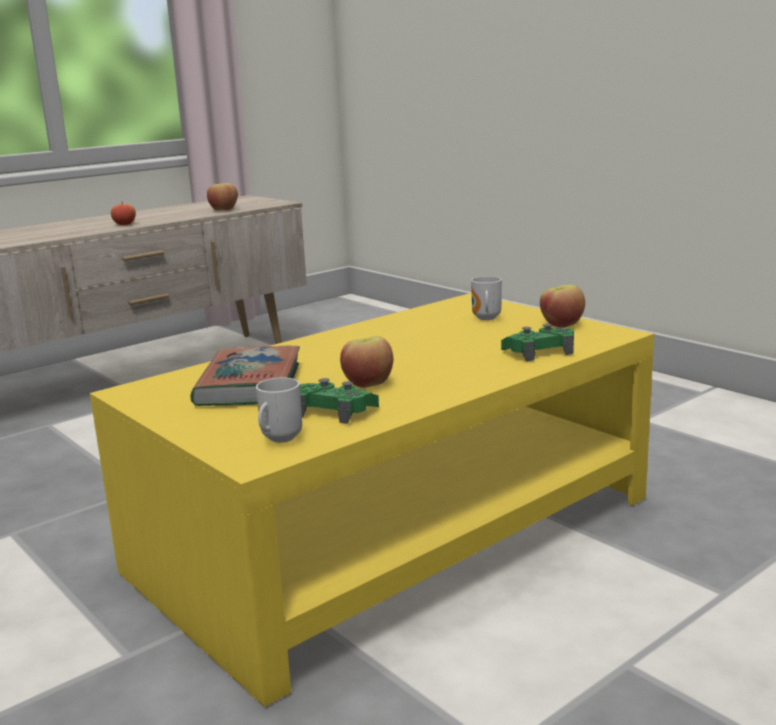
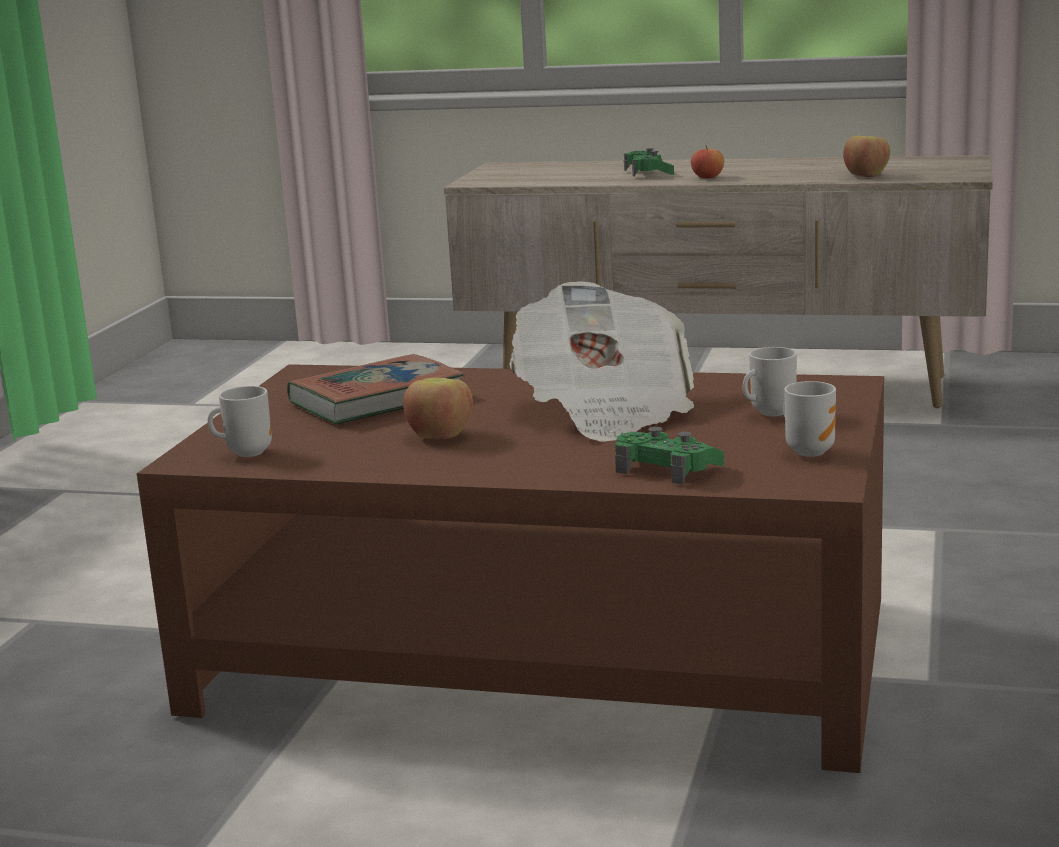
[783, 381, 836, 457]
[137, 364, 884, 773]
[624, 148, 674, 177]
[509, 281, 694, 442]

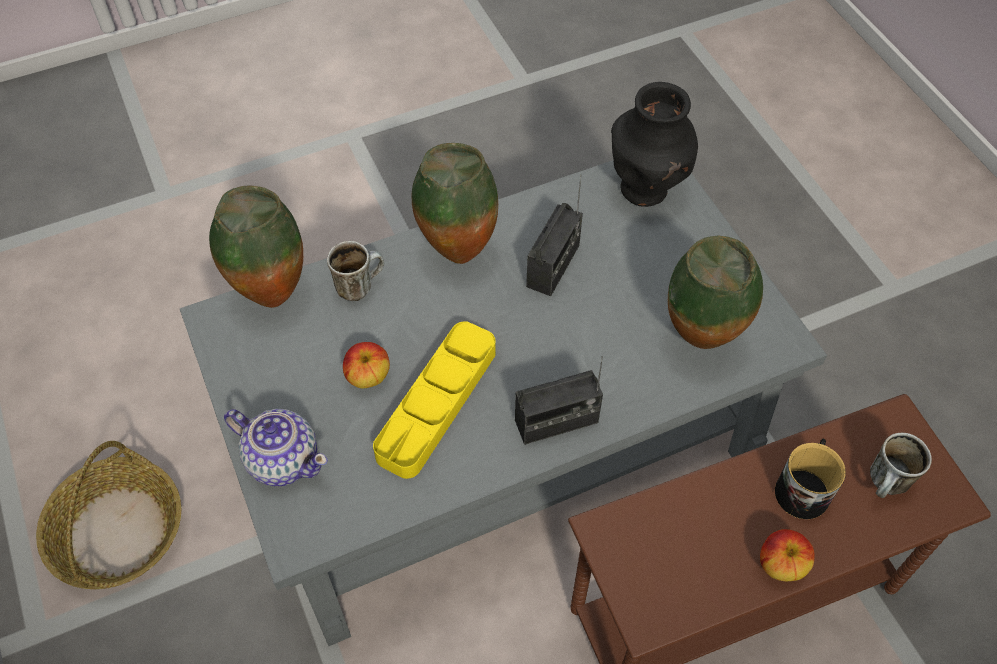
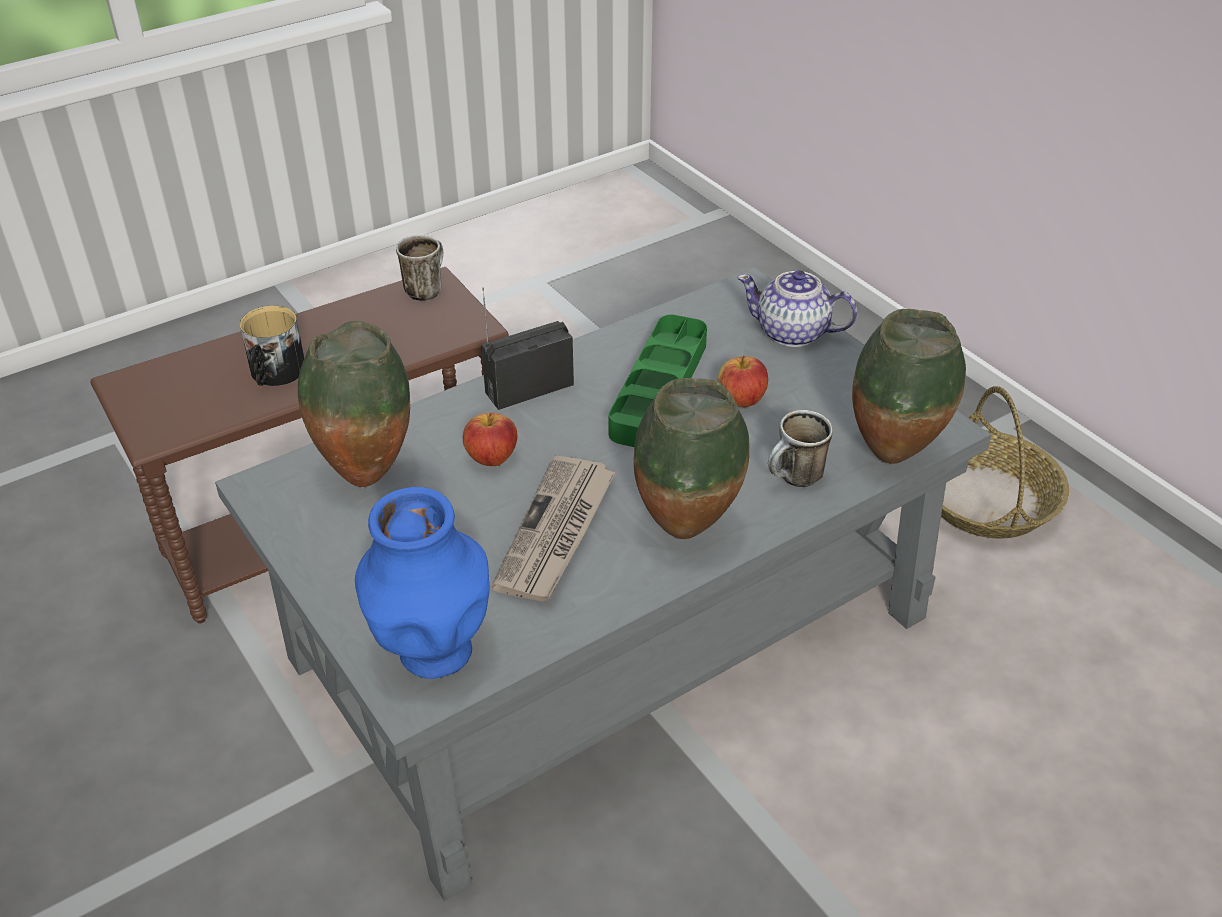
[355, 487, 490, 679]
[491, 455, 615, 601]
[609, 314, 707, 447]
[396, 235, 443, 301]
[463, 412, 517, 466]

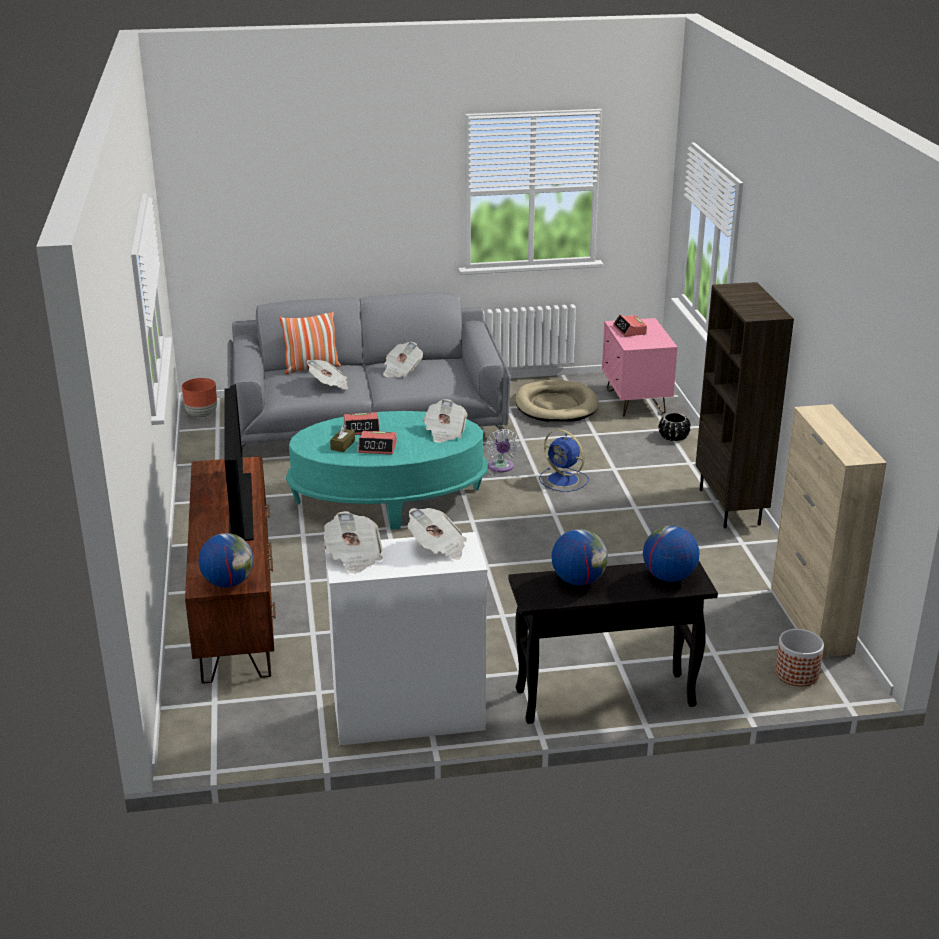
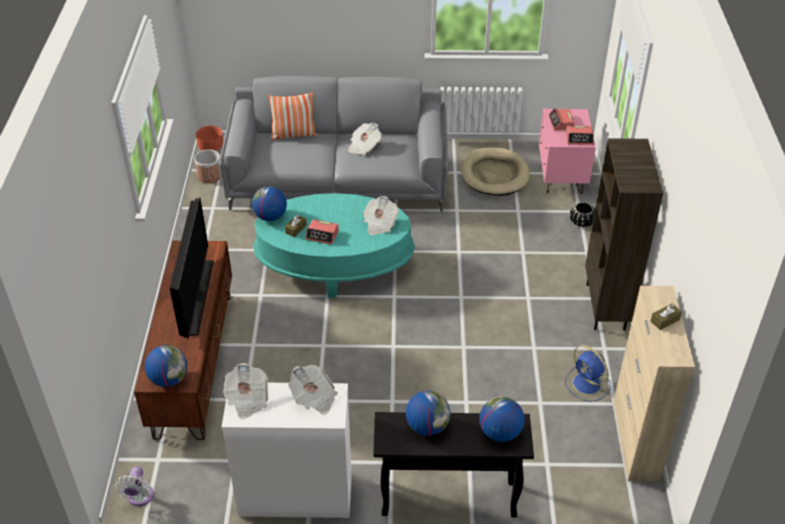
[307, 360, 348, 389] (first image)
[566, 126, 594, 145]
[114, 467, 154, 506]
[565, 345, 611, 402]
[194, 149, 221, 183]
[252, 186, 287, 221]
[651, 303, 682, 330]

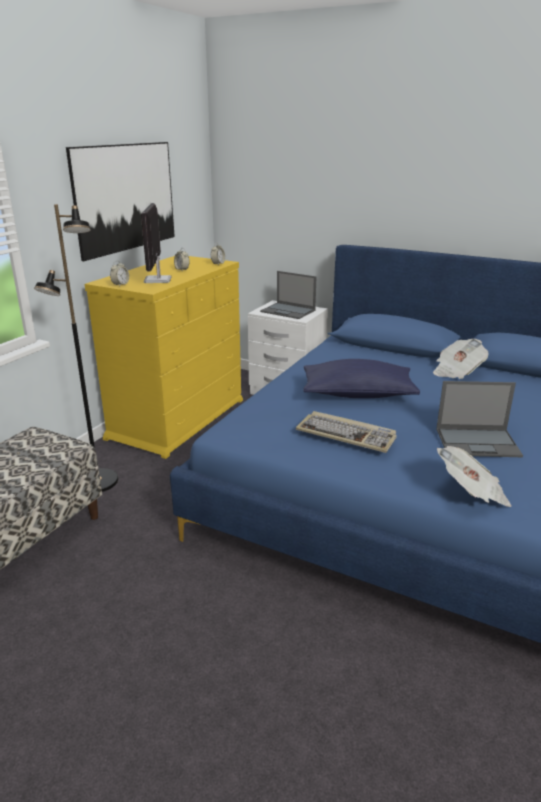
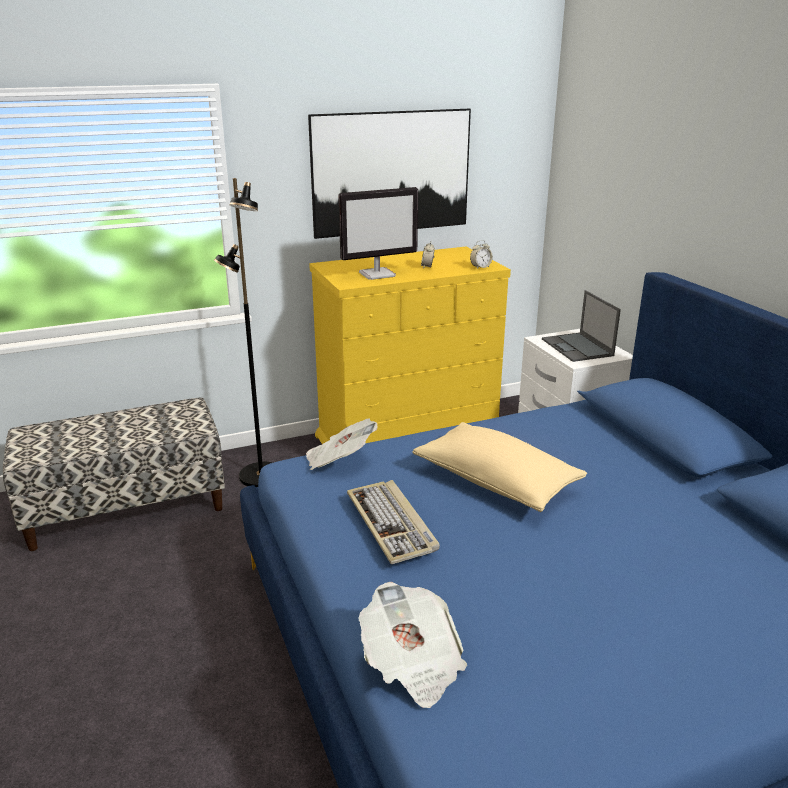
[338, 187, 418, 280]
[110, 261, 129, 287] (first image)
[306, 418, 378, 470]
[412, 422, 587, 512]
[436, 381, 523, 457] (first image)

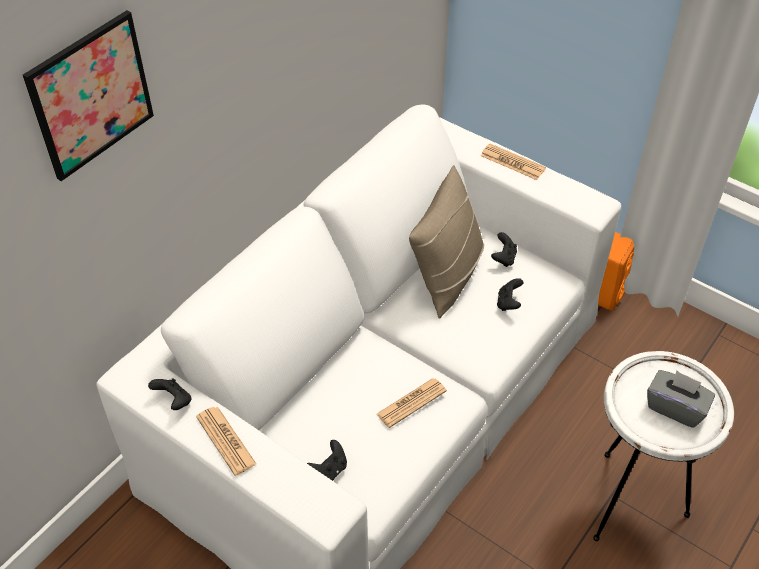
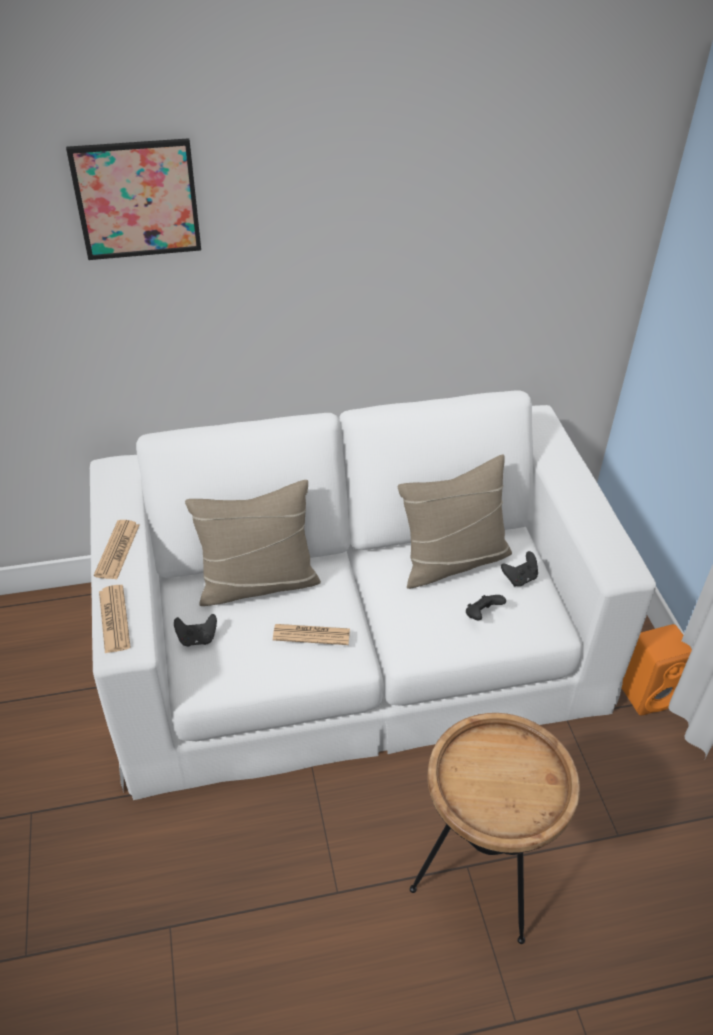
[99, 585, 131, 653]
[410, 713, 580, 944]
[647, 370, 715, 428] (first image)
[148, 378, 192, 410] (first image)
[185, 480, 321, 606]

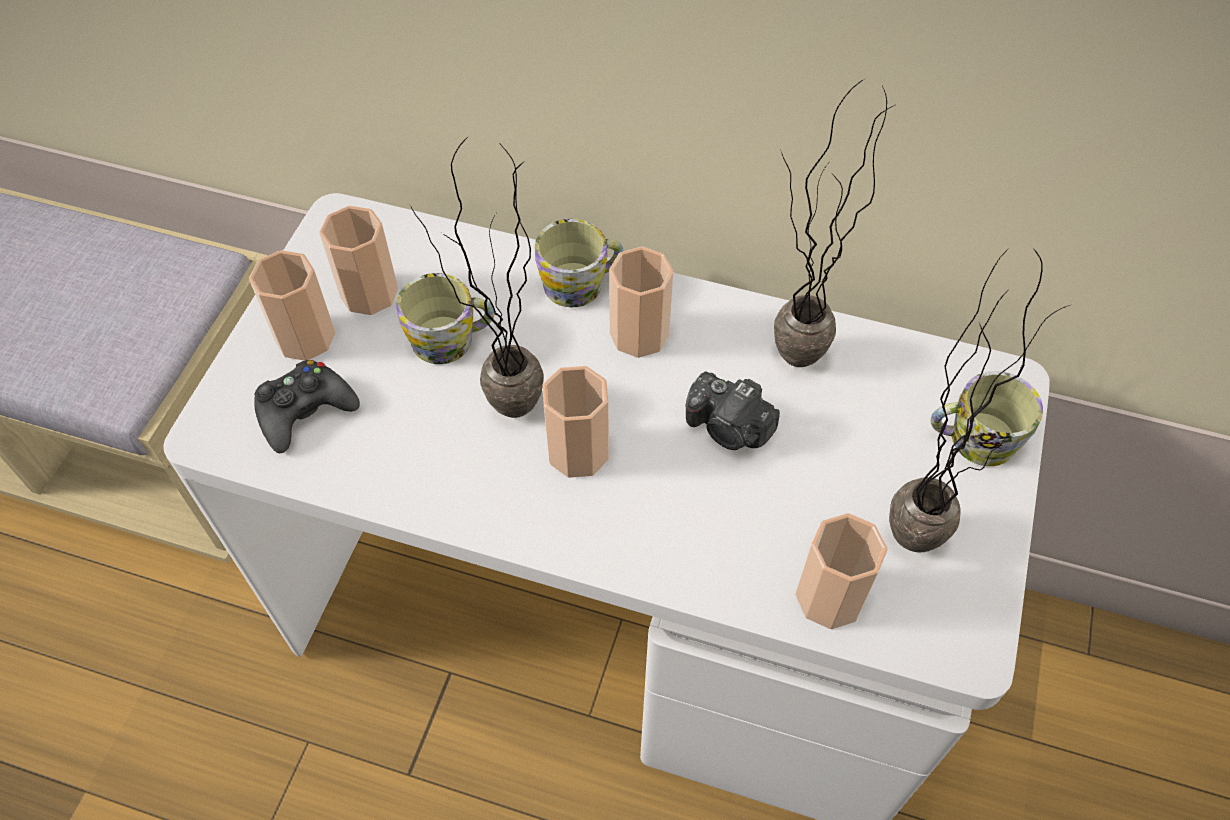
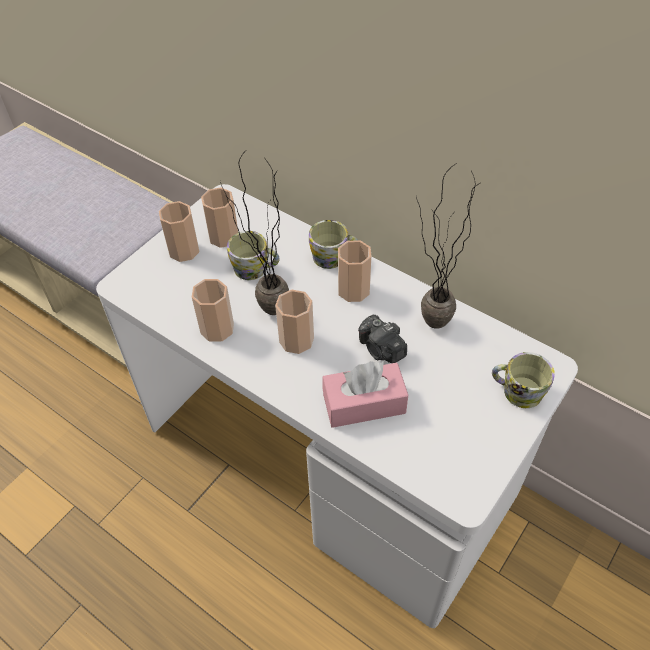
[889, 248, 1070, 552] (first image)
[254, 360, 360, 453] (first image)
[192, 279, 234, 341]
[323, 361, 408, 428]

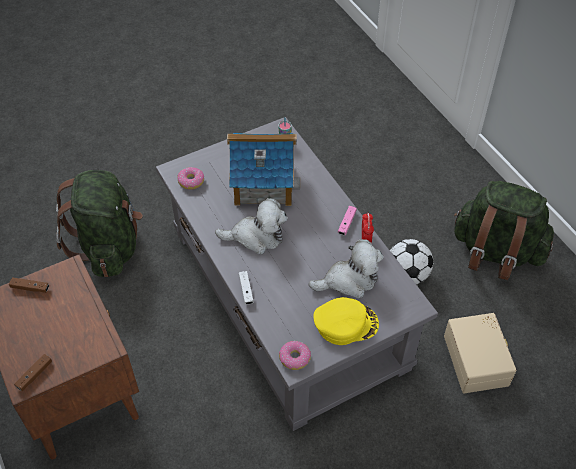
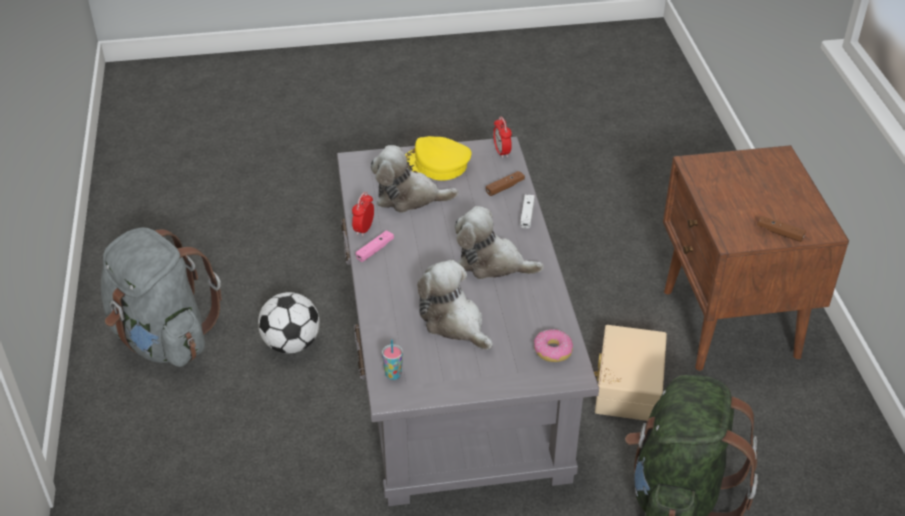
[417, 260, 493, 350]
[101, 227, 222, 367]
[594, 325, 667, 421]
[493, 116, 512, 158]
[486, 171, 525, 196]

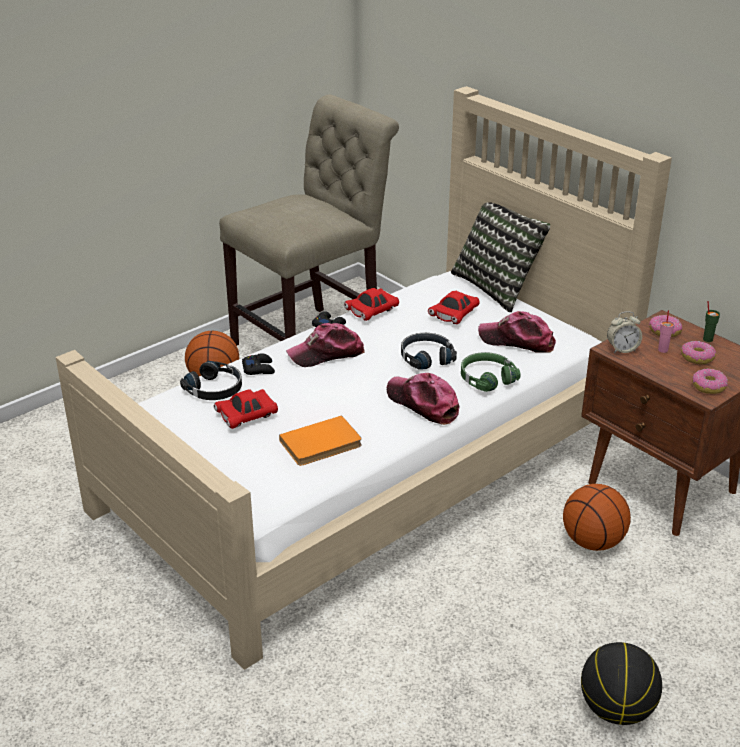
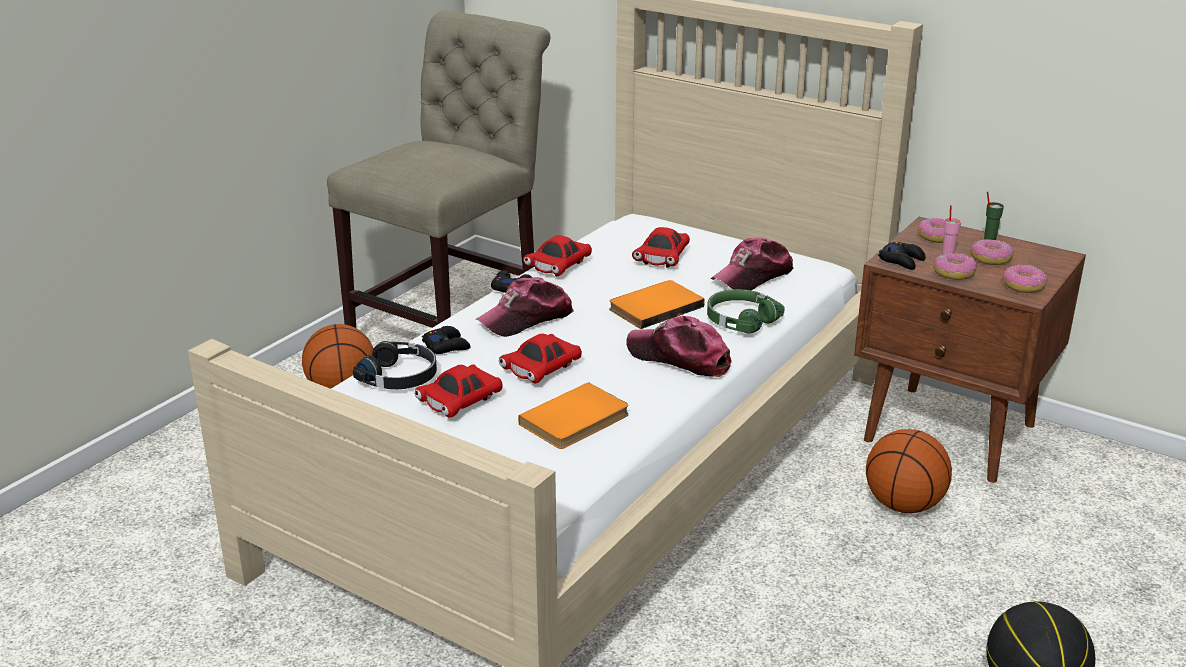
[451, 202, 550, 312] (first image)
[711, 237, 794, 290]
[878, 242, 926, 270]
[609, 280, 705, 329]
[934, 253, 977, 280]
[499, 334, 582, 383]

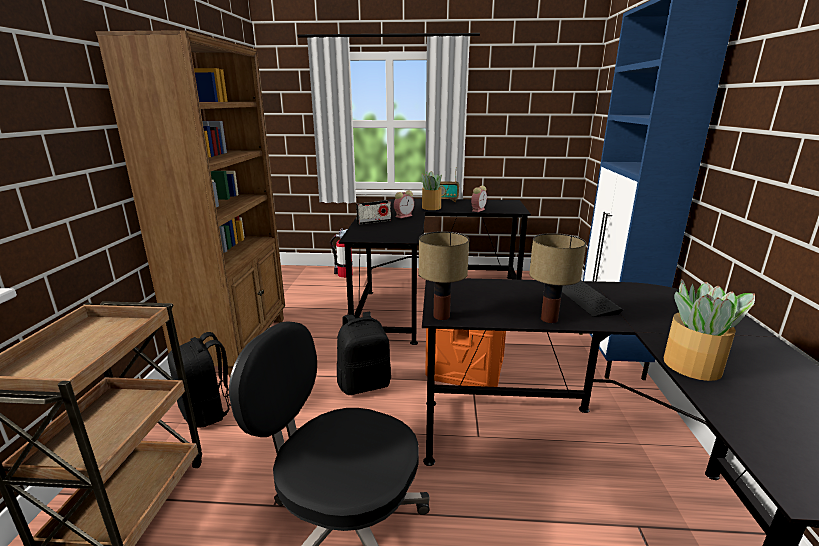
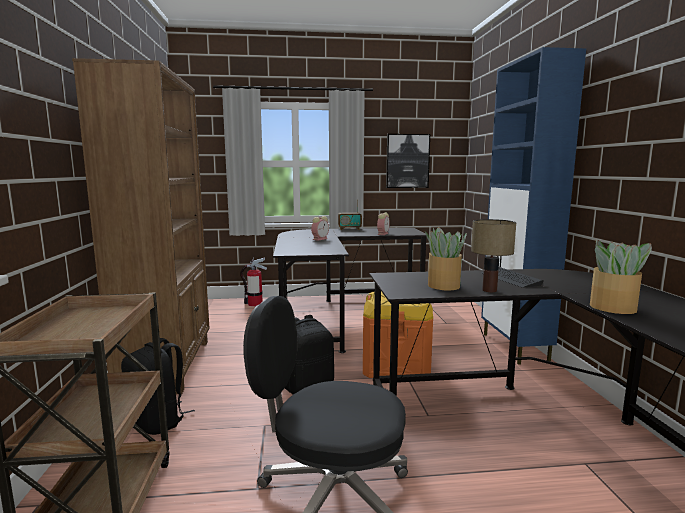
[425, 227, 467, 290]
[356, 200, 391, 225] (first image)
[419, 231, 469, 320] (first image)
[386, 134, 430, 188]

